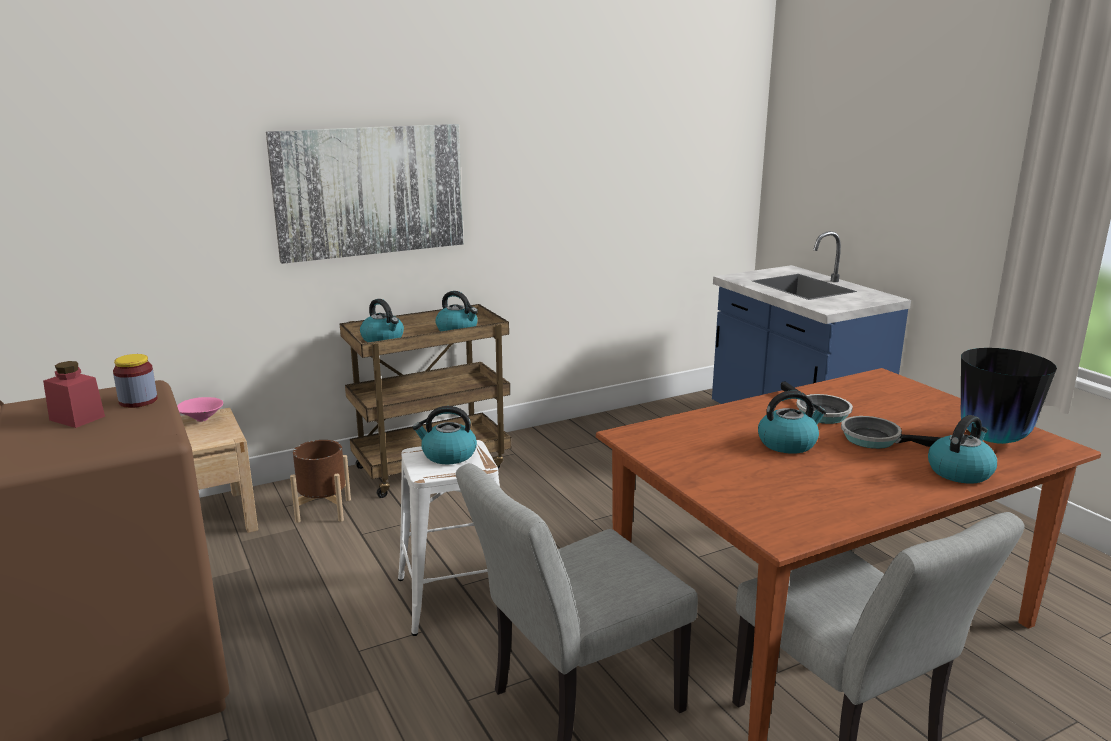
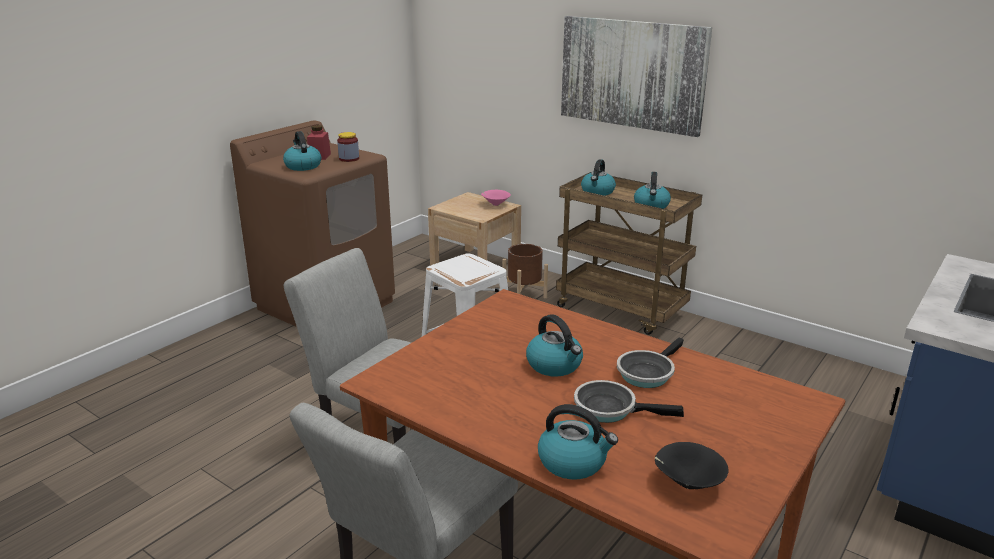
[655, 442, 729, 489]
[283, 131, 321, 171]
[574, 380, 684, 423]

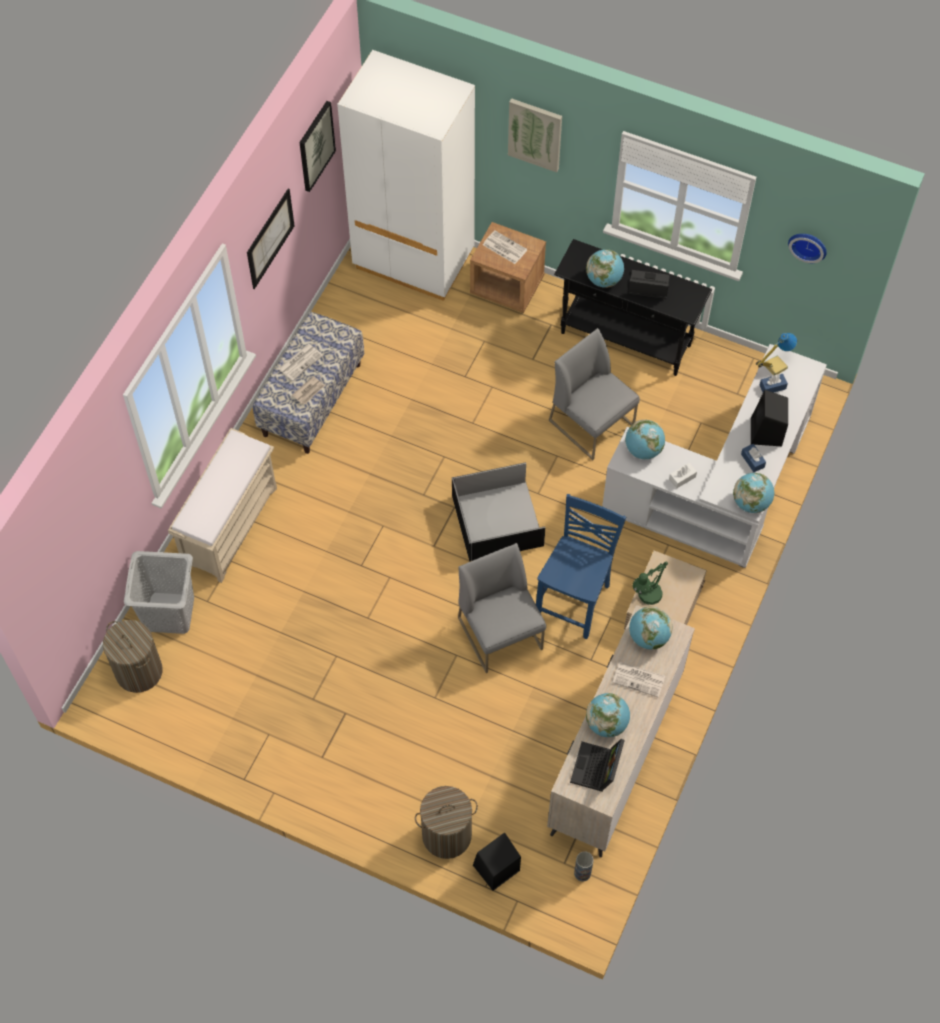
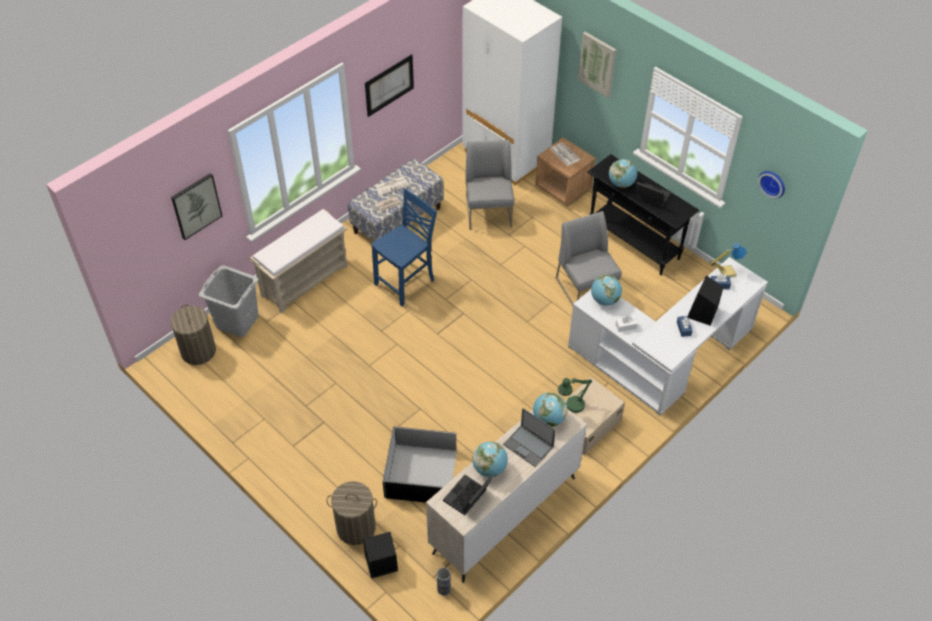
[171, 173, 222, 240]
[383, 426, 457, 503]
[733, 473, 774, 513] (first image)
[371, 188, 437, 306]
[465, 140, 514, 230]
[503, 408, 556, 467]

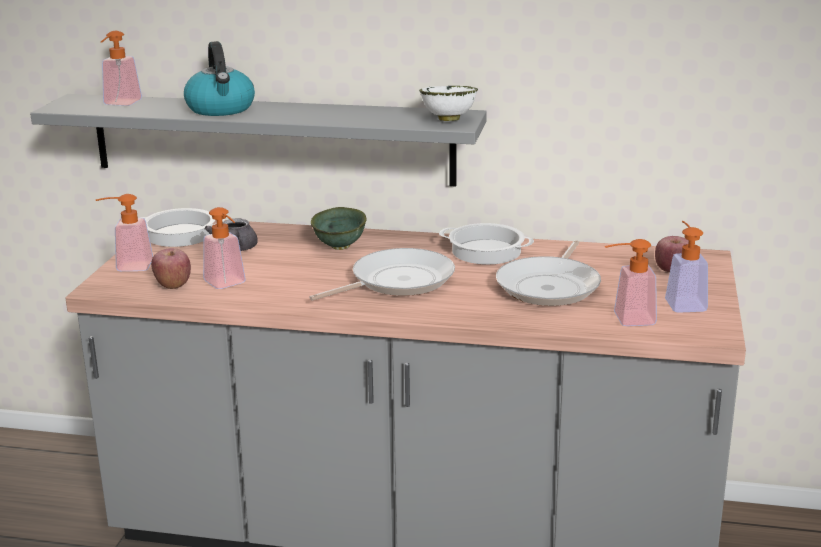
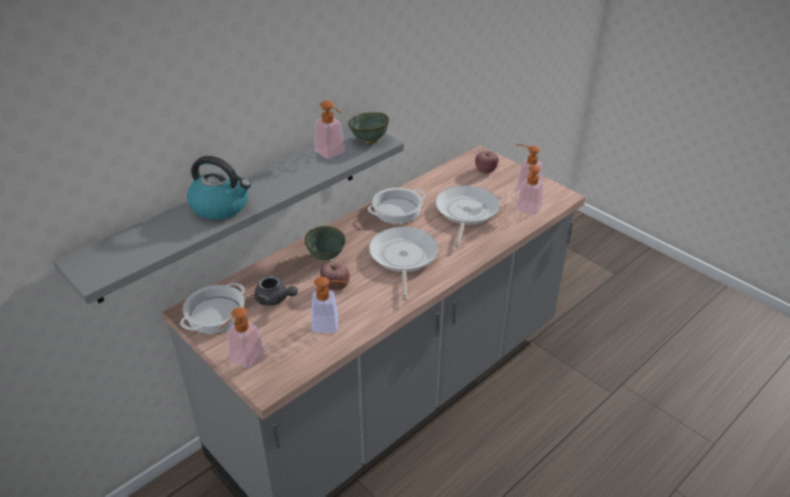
[314, 101, 345, 159]
[348, 112, 389, 144]
[435, 185, 500, 247]
[320, 262, 350, 290]

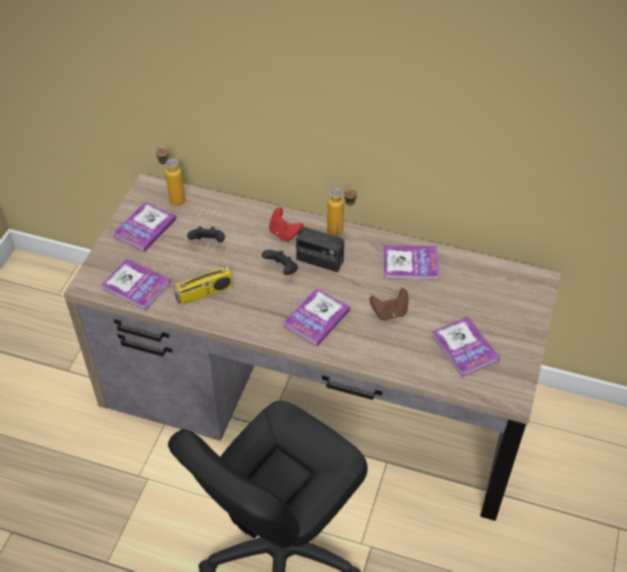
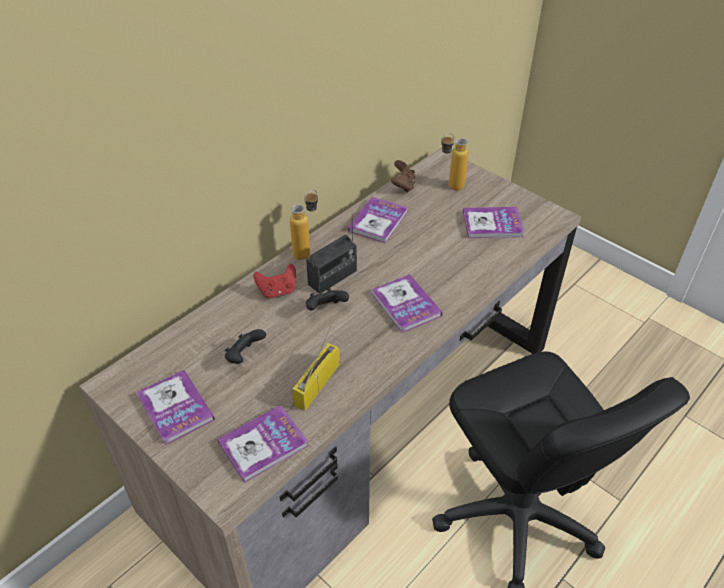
[441, 133, 468, 190]
[292, 326, 340, 411]
[391, 160, 415, 193]

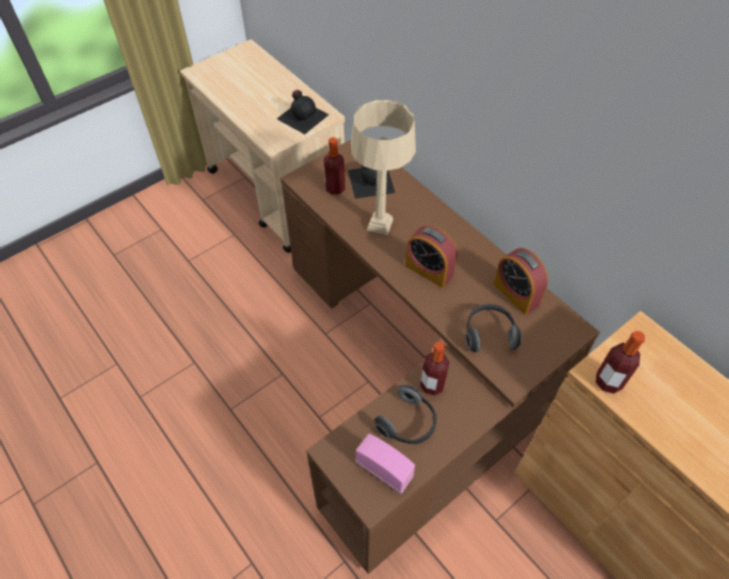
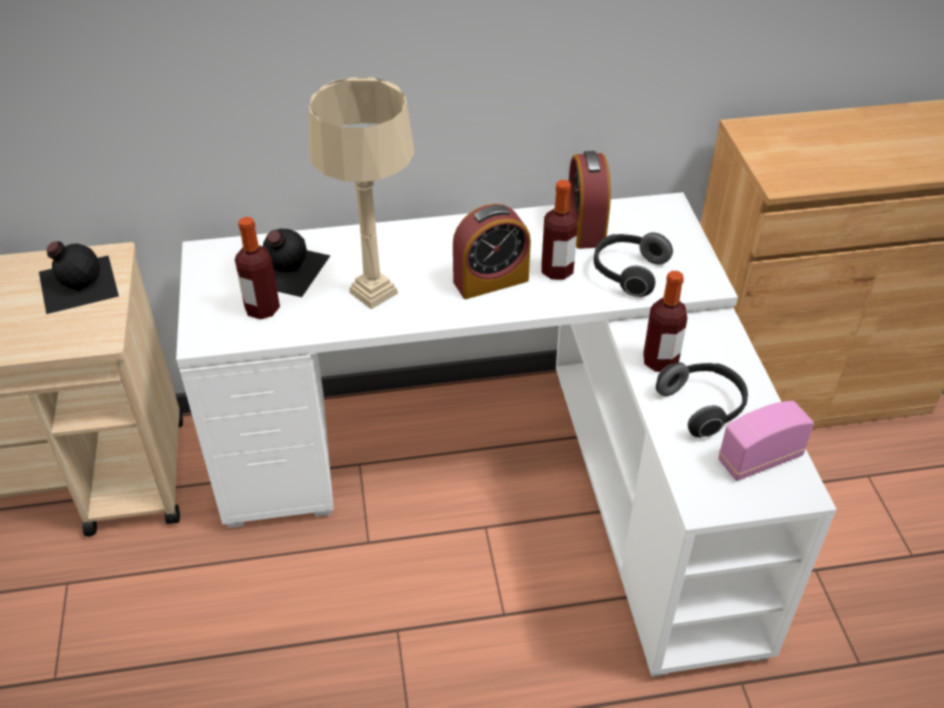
[176, 192, 837, 677]
[569, 151, 611, 249]
[541, 180, 578, 280]

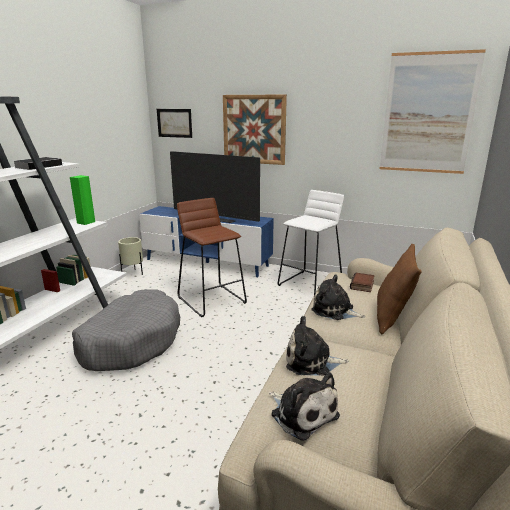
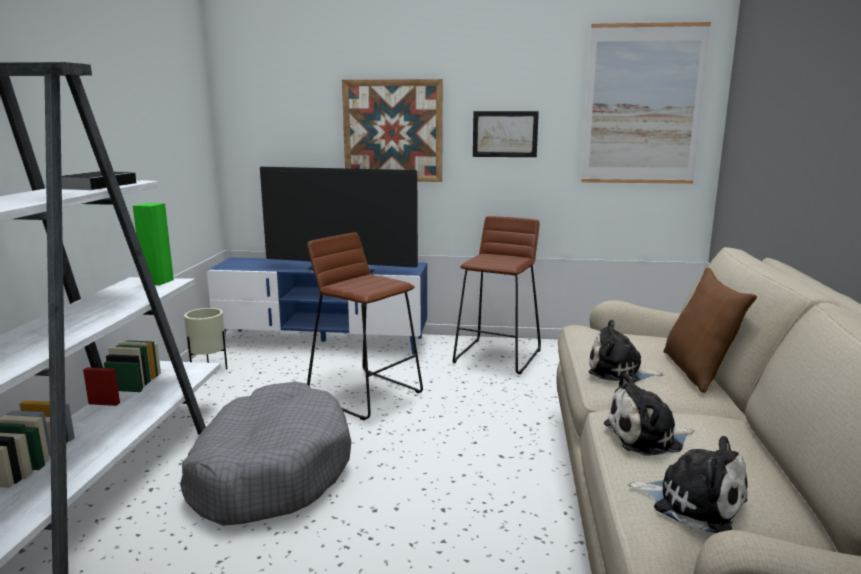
[473, 111, 539, 157]
[453, 216, 541, 374]
[350, 273, 375, 292] (first image)

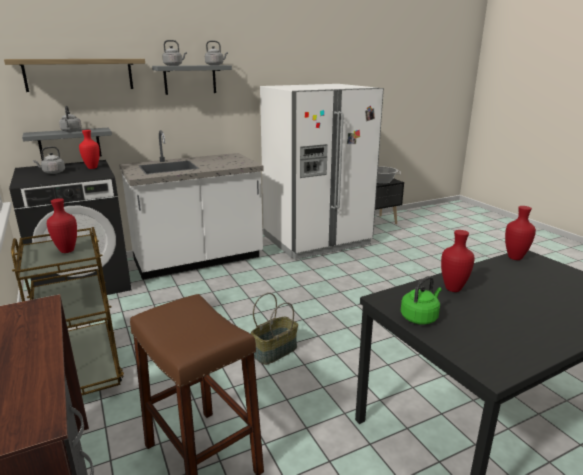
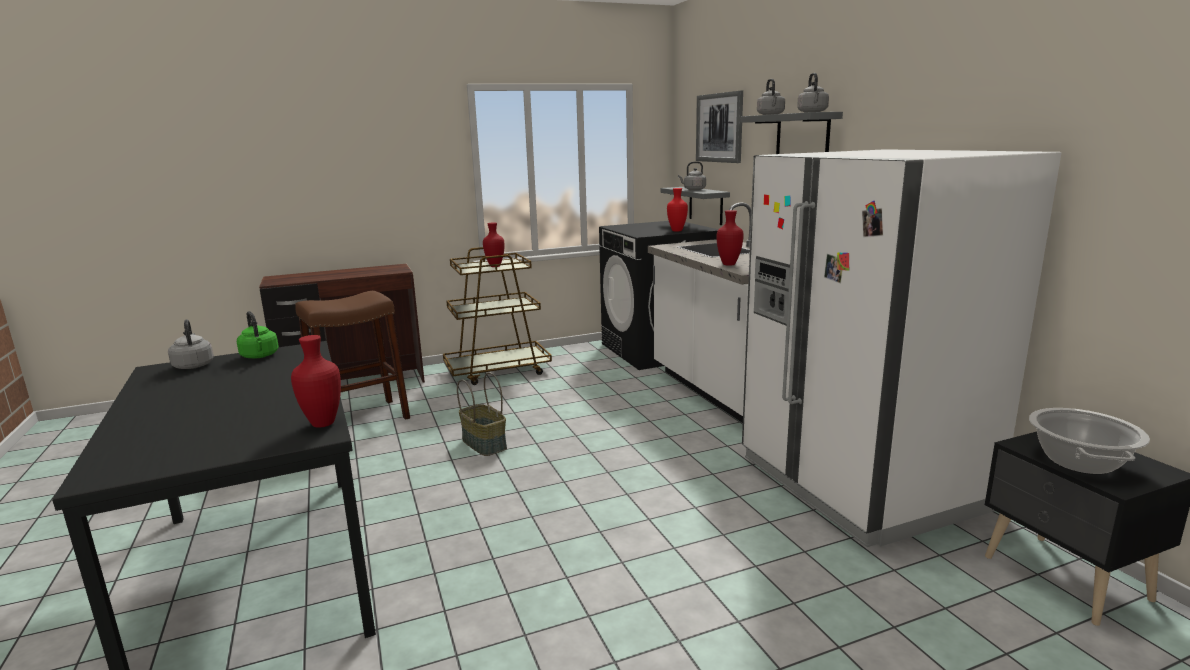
[696, 91, 743, 163]
[168, 319, 214, 369]
[717, 210, 744, 266]

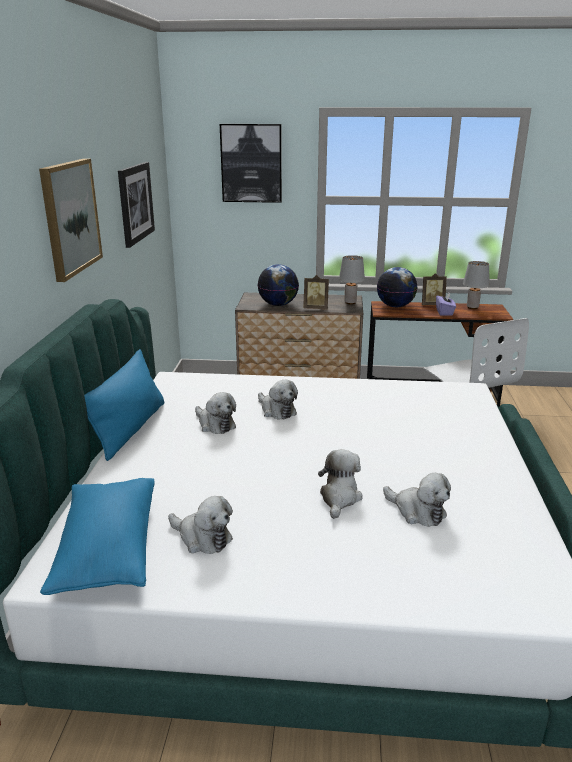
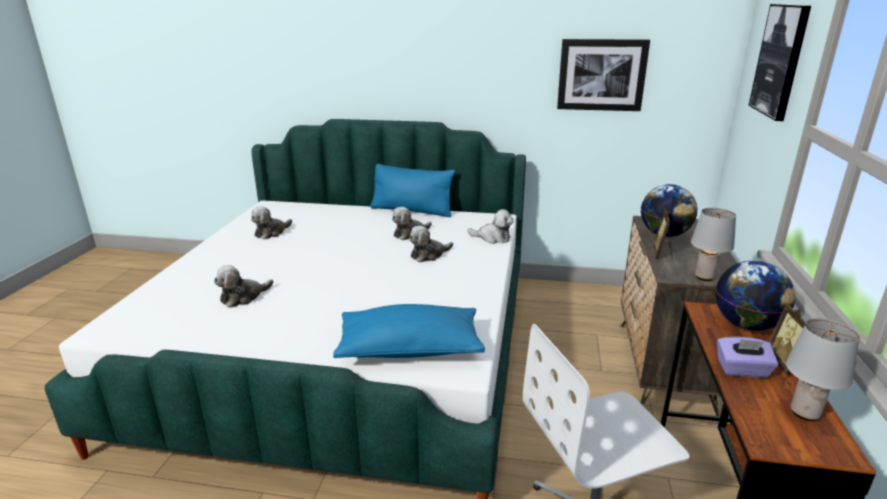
[39, 159, 103, 282] (first image)
[468, 209, 513, 244]
[333, 304, 485, 358]

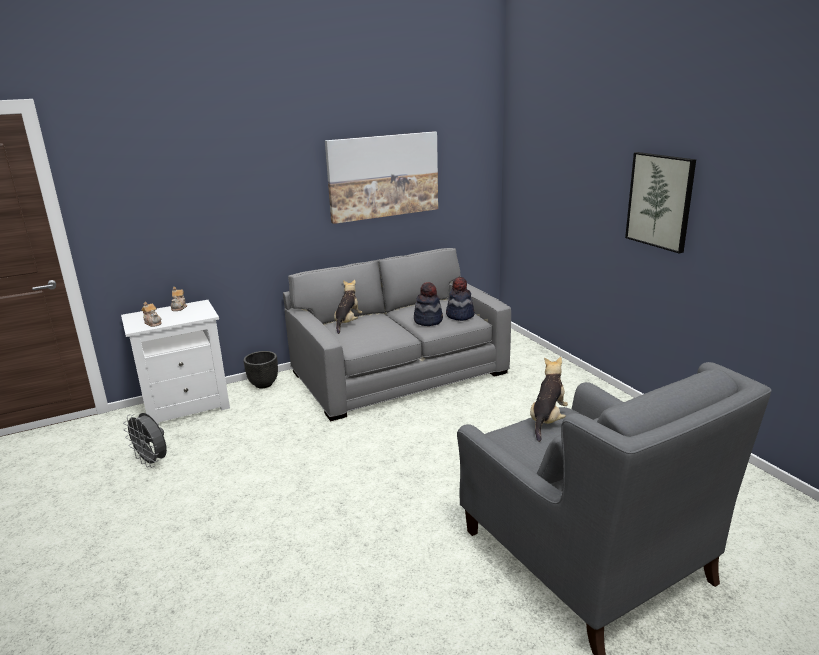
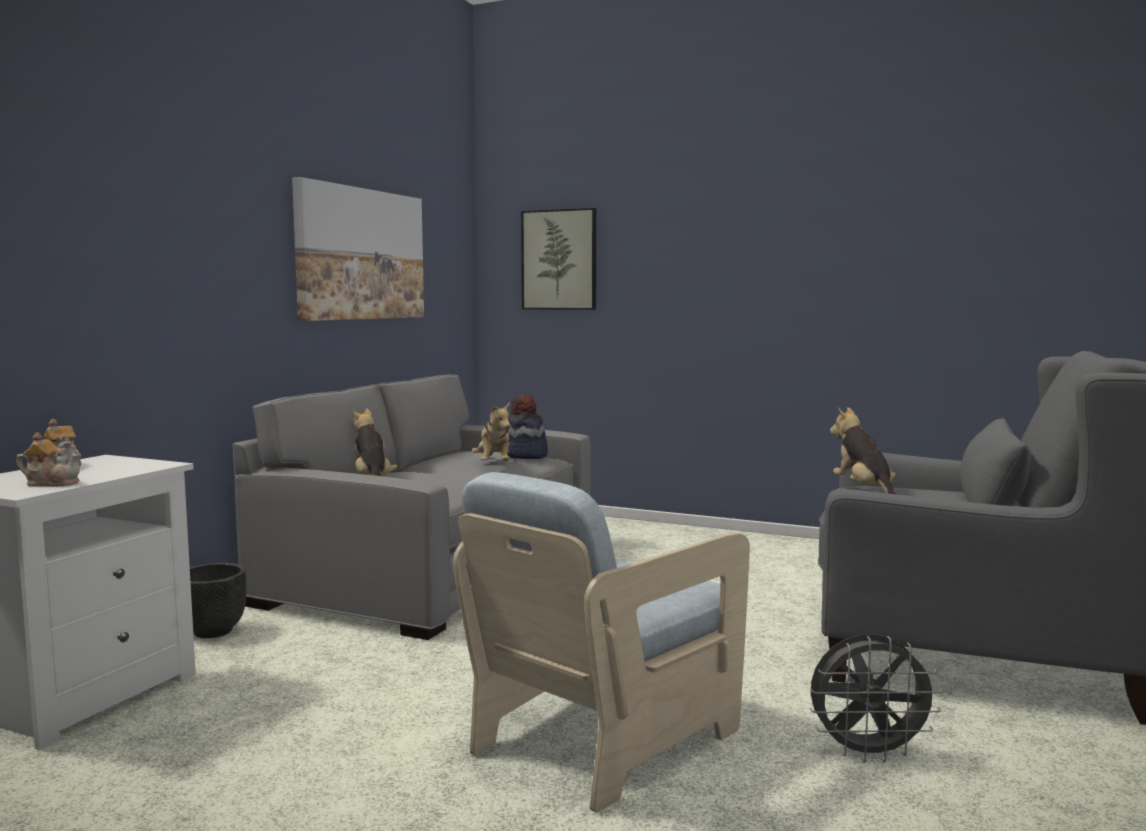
[521, 208, 596, 310]
[472, 402, 510, 461]
[810, 634, 942, 763]
[453, 472, 750, 812]

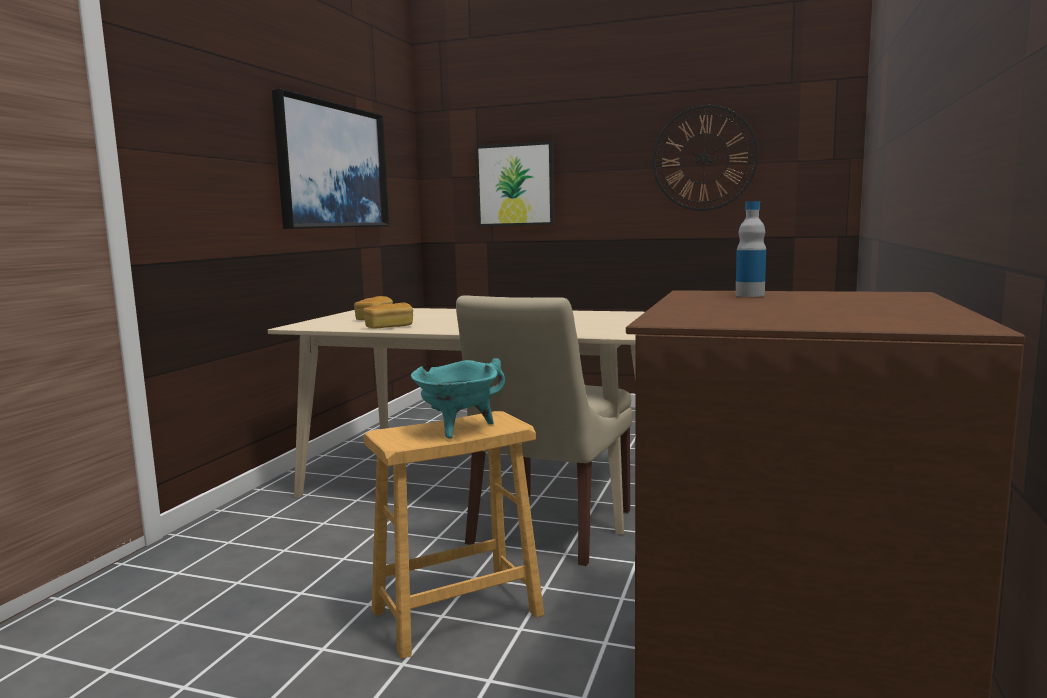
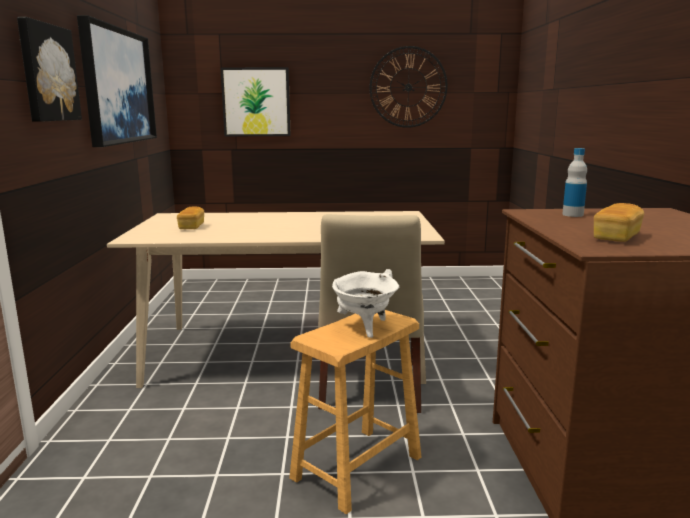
[594, 203, 644, 242]
[332, 269, 399, 338]
[17, 17, 82, 122]

